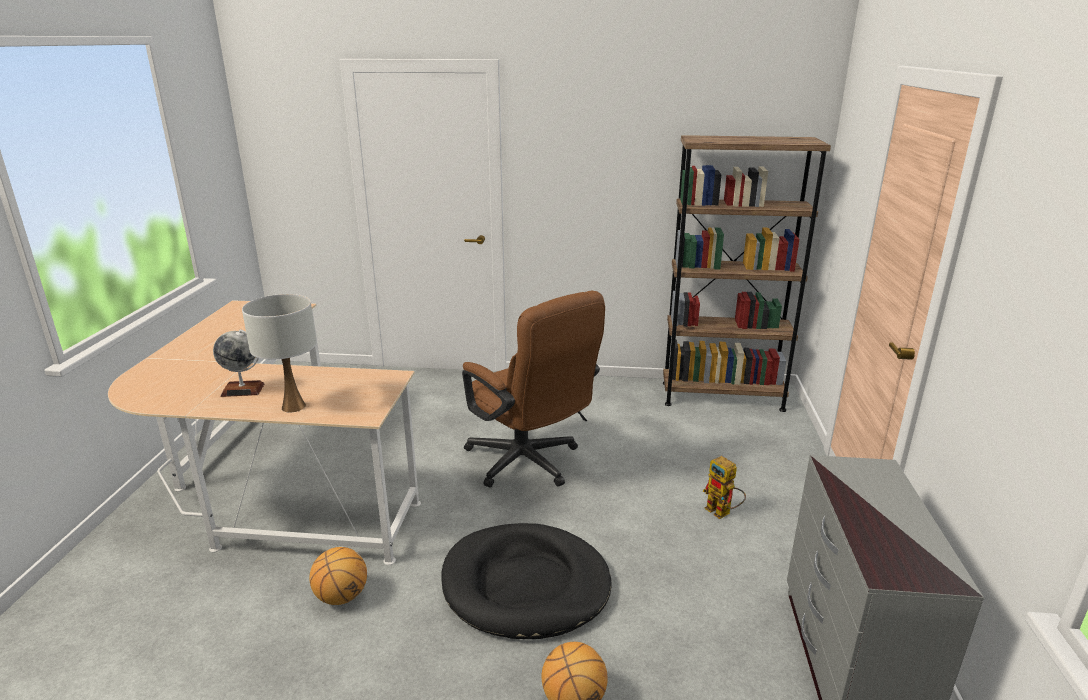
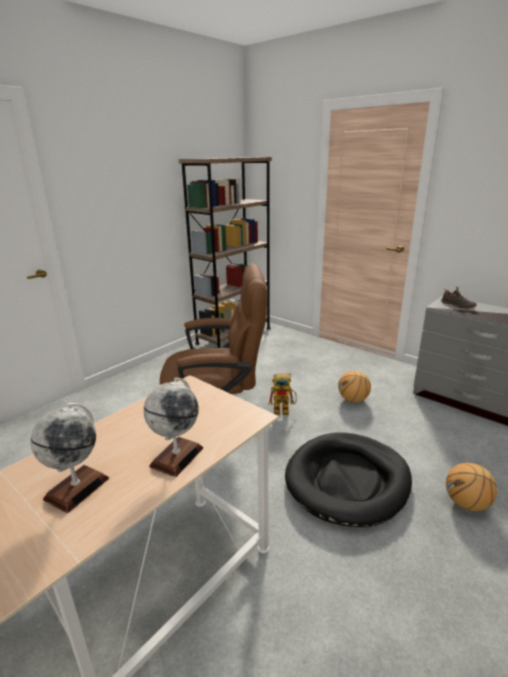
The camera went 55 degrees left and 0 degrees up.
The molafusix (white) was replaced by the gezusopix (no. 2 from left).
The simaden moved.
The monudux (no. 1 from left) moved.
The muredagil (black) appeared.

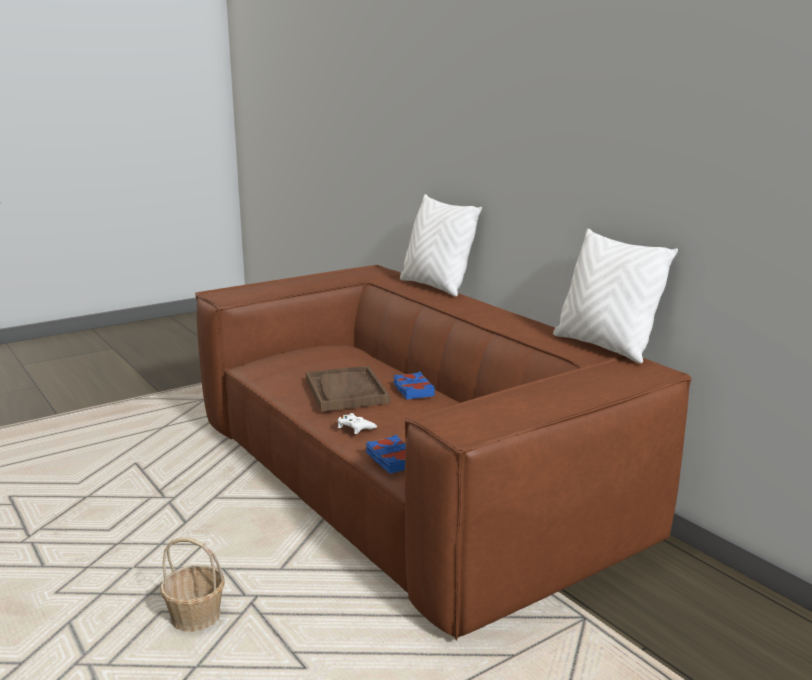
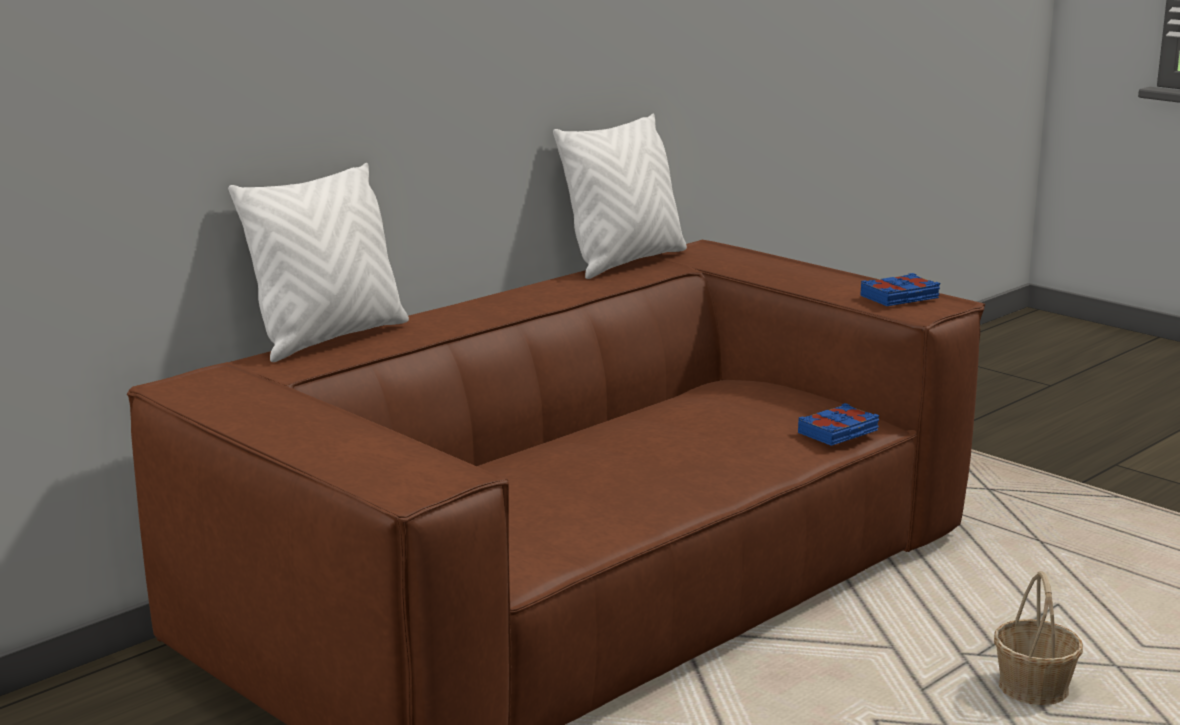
The camera went 100 degrees left and 0 degrees up.
The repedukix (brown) disappeared.
The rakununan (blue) (no. 2 from left) moved.
The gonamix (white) disappeared.

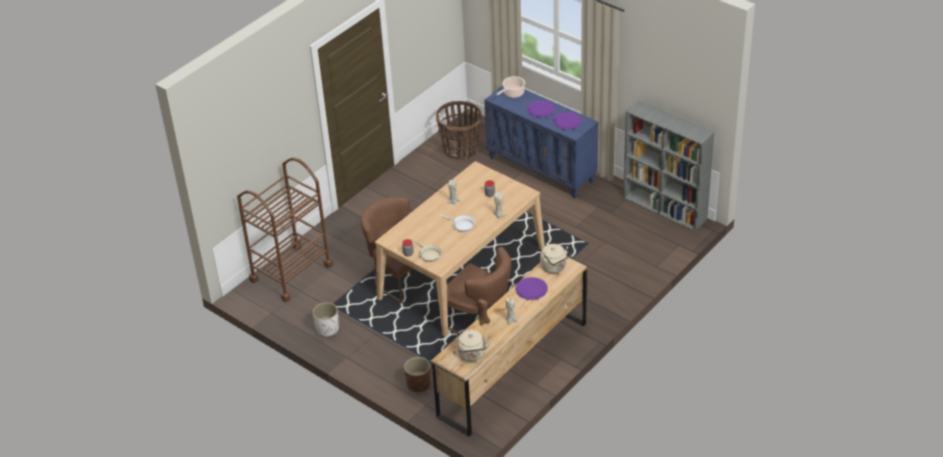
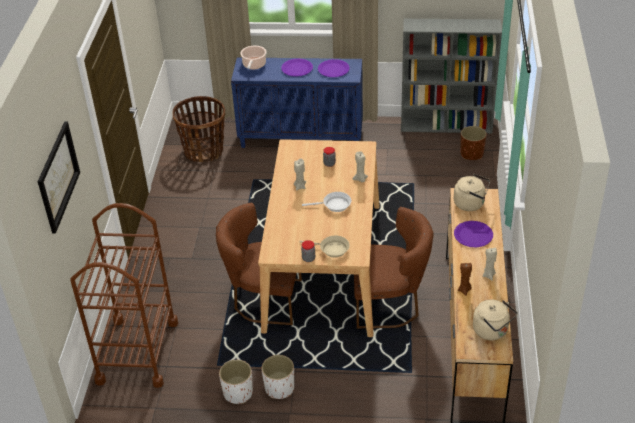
The camera went 35 degrees left and 0 degrees up.
The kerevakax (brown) moved.
The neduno appeared.
The kerevakax (white) (no. 2 from left) appeared.

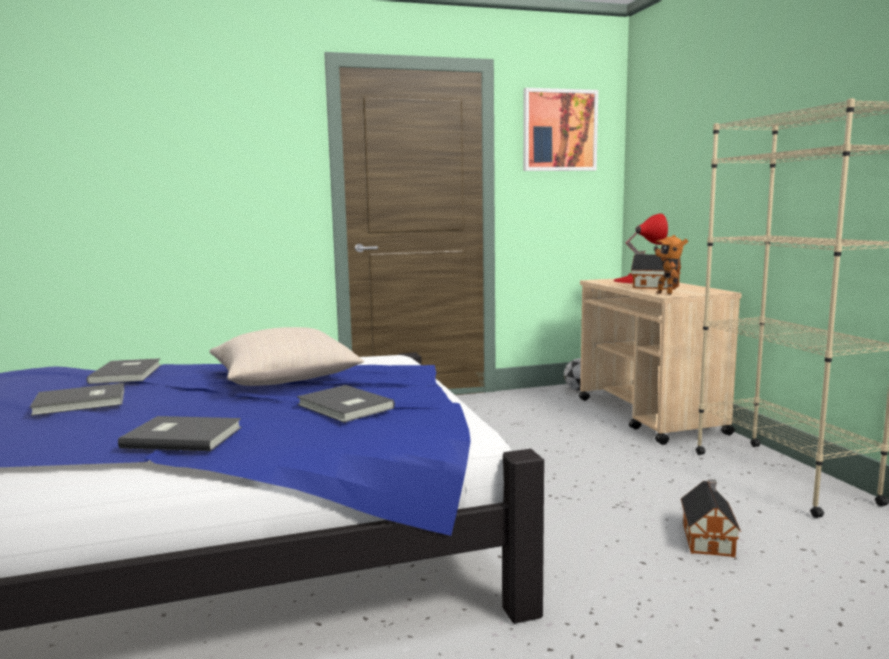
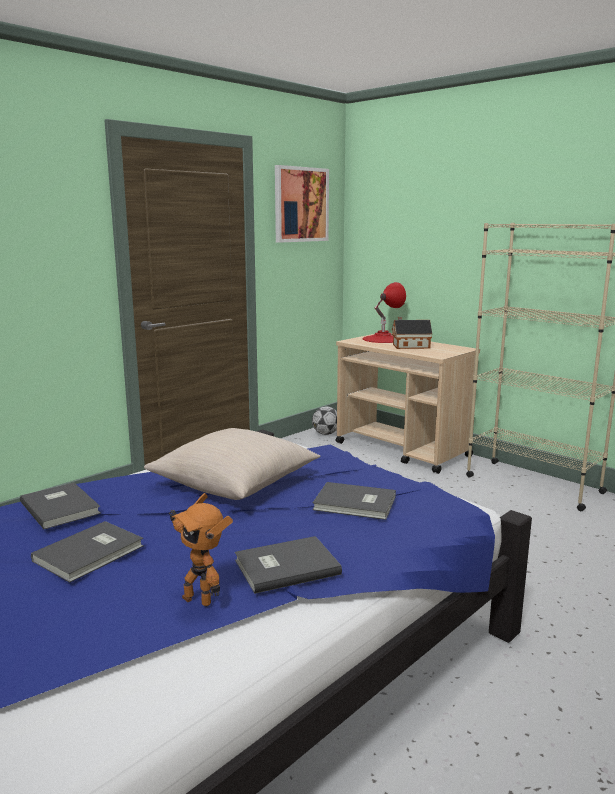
The camera went 30 degrees left and 5 degrees up.
The simaden moved.
The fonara (no. 2 from left) disappeared.

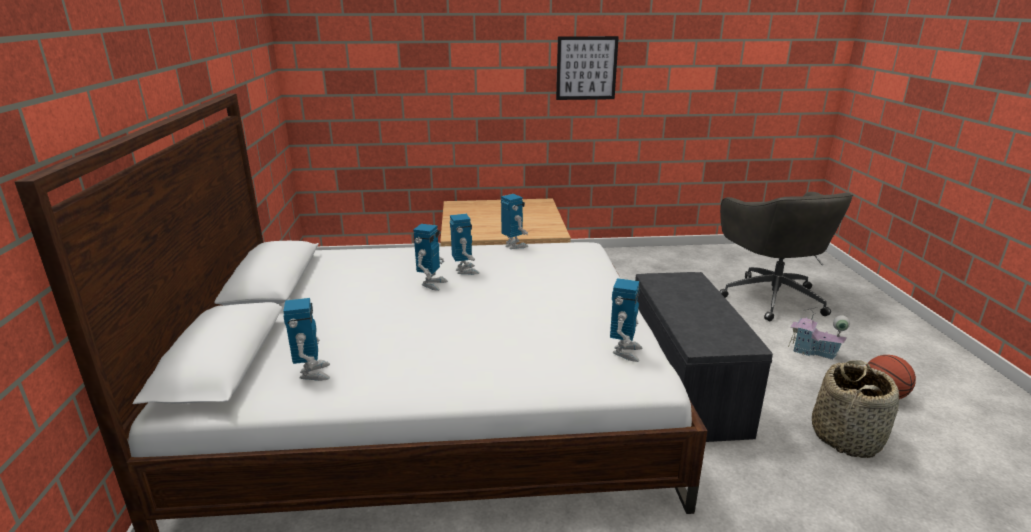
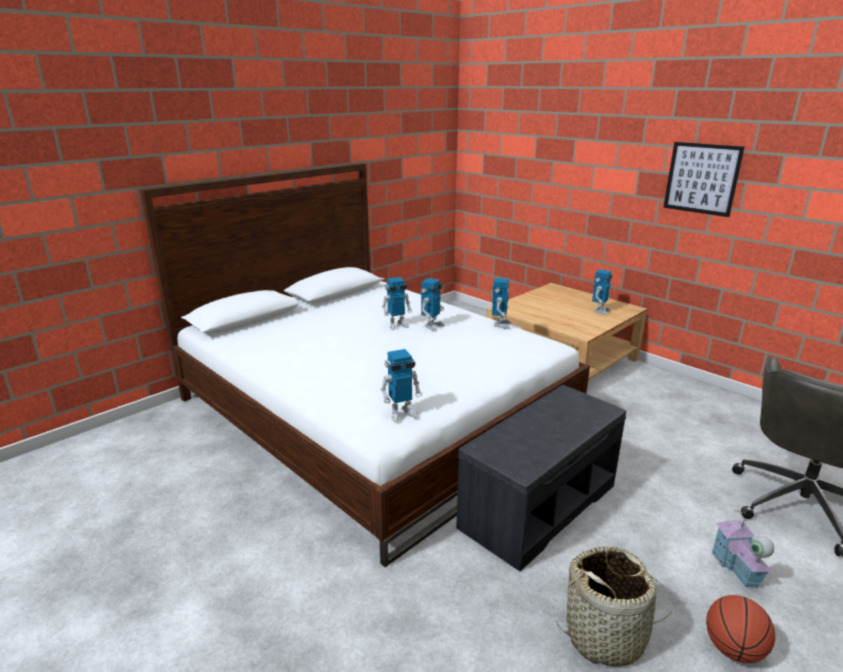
The camera went 50 degrees right and 0 degrees up.
The simaden (no. 1 from left in the first image) moved.

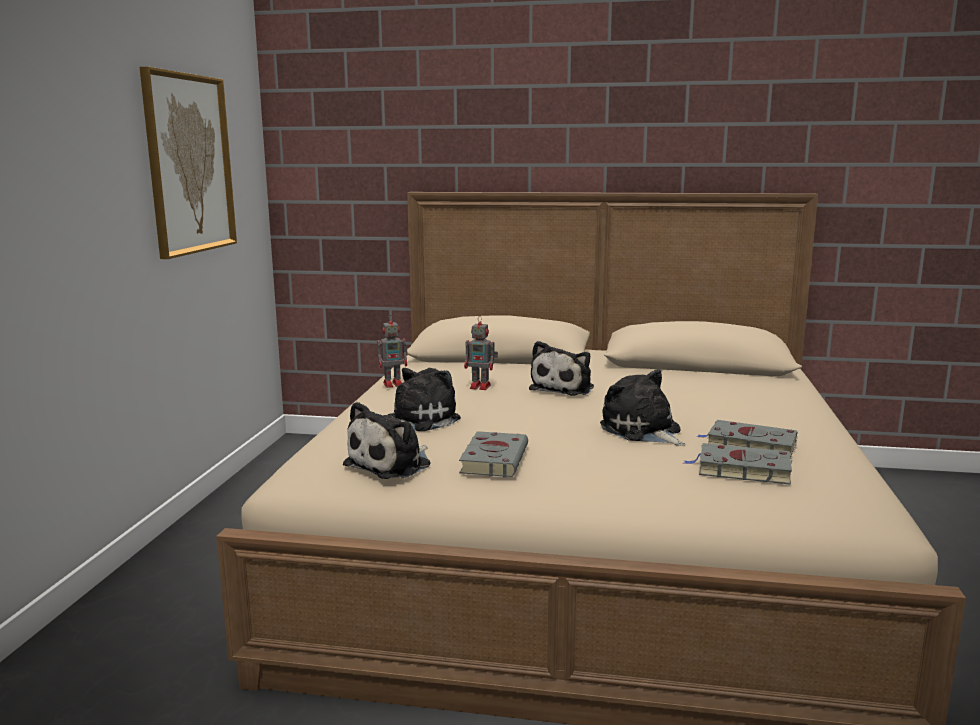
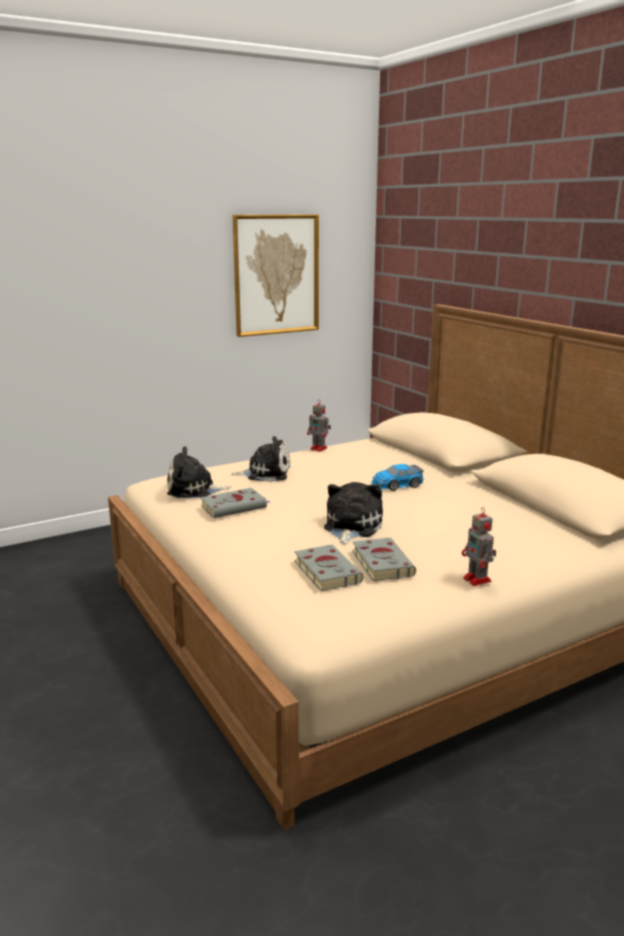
The camera went 50 degrees right and 5 degrees up.
The simaden (no. 2 from left) moved.
The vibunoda (no. 3 from left) was replaced by the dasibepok.

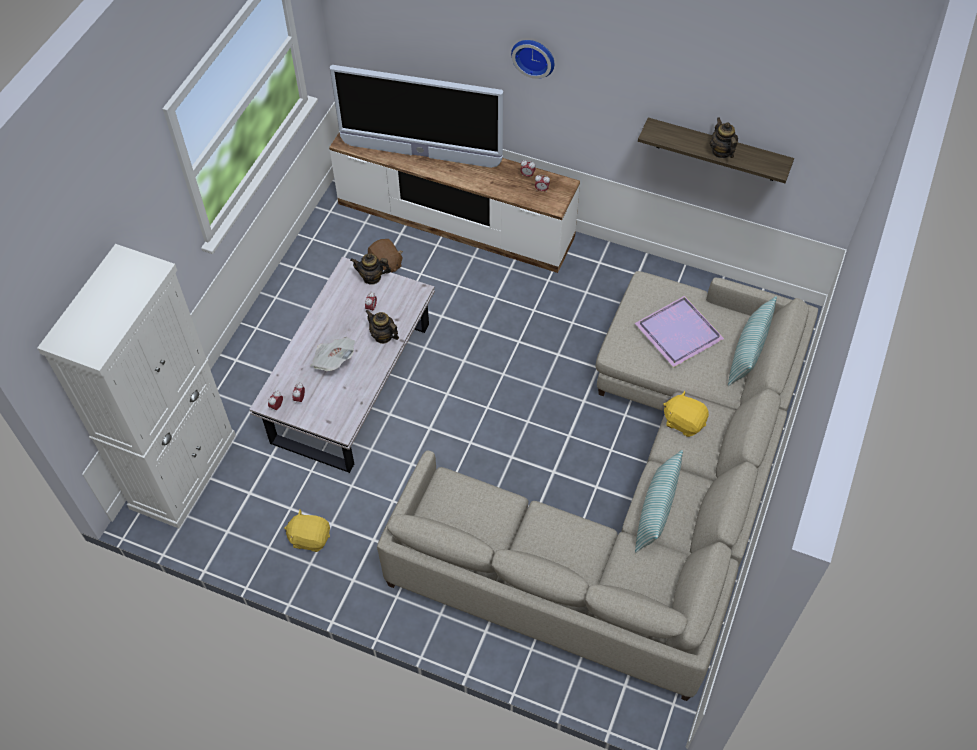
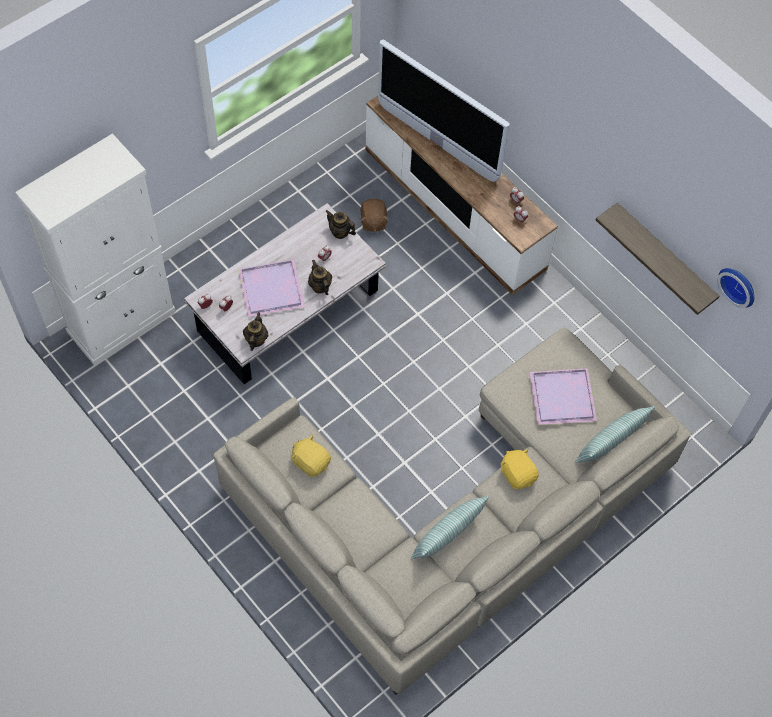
The camera went 25 degrees right and 5 degrees up.
The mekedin moved.
The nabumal (no. 3 from left in the first image) moved.
The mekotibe was replaced by the repedukix (purple) (no. 1 from left).
The vibunoda (yellow) (no. 1 from left) moved.

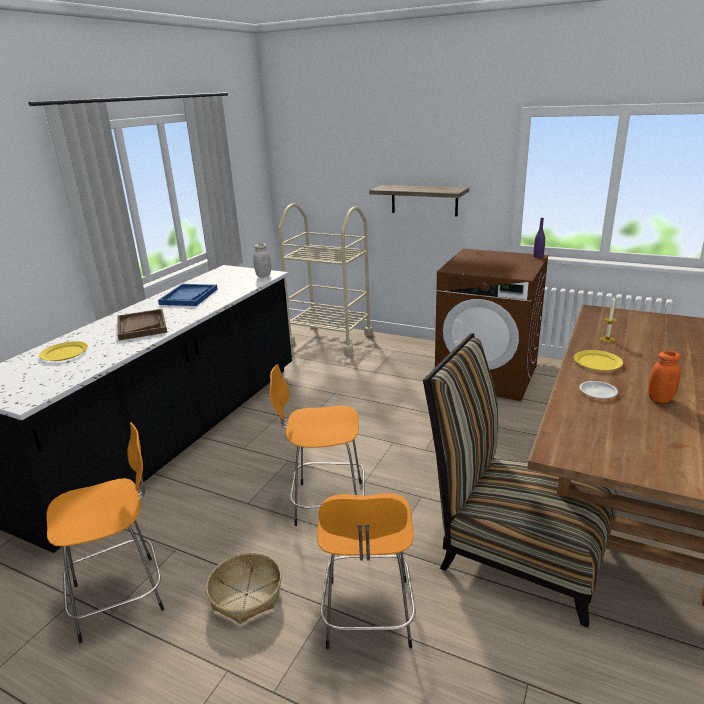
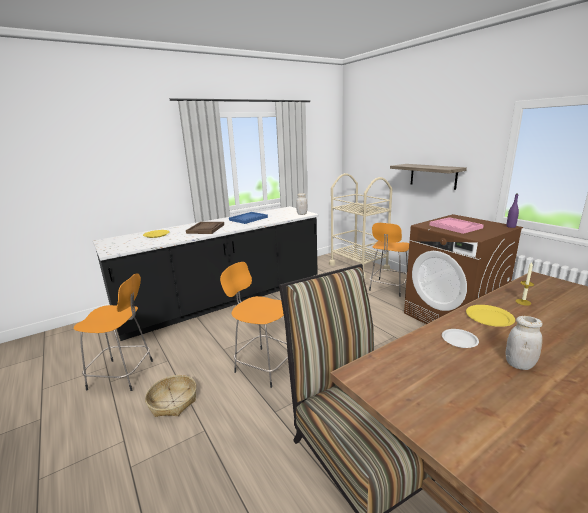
The camera went 30 degrees right and 5 degrees down.
The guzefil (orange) became the guzefil (white) (no. 2 from left).
The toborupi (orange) (no. 3 from left) moved.
The repedukix (pink) appeared.

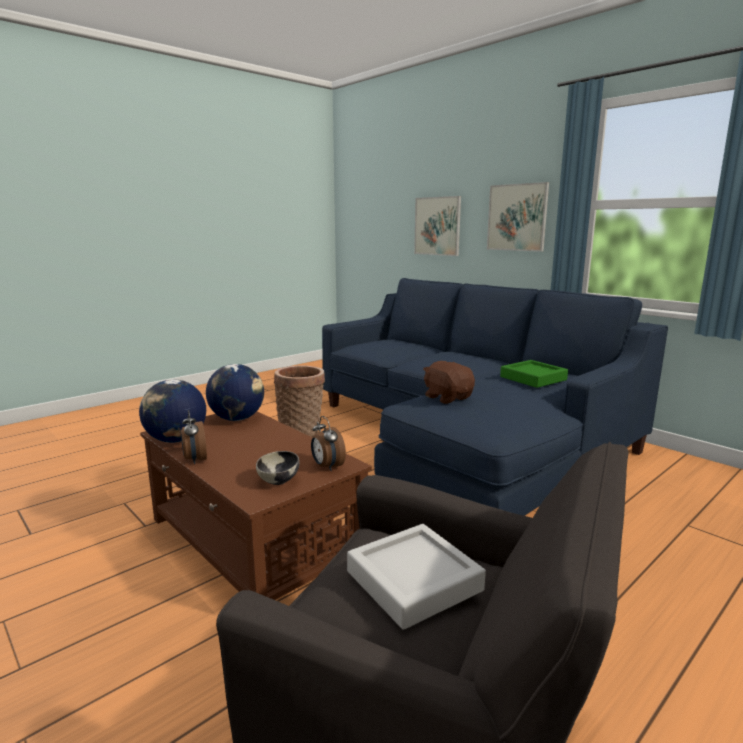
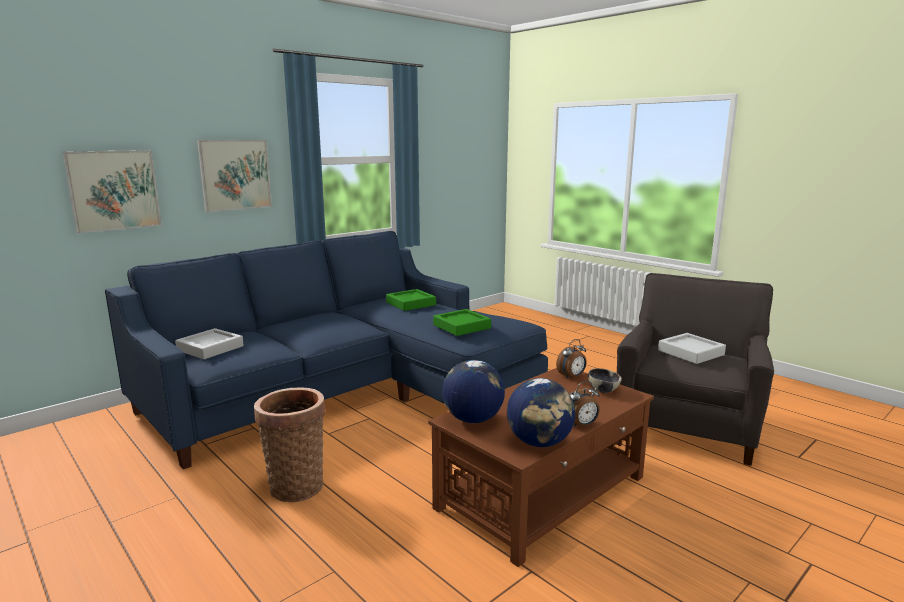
The camera went 90 degrees left and 0 degrees up.
The vibunoda (brown) was replaced by the repedukix (green) (no. 2 from left).
The repedukix (grey) (no. 1 from left) appeared.

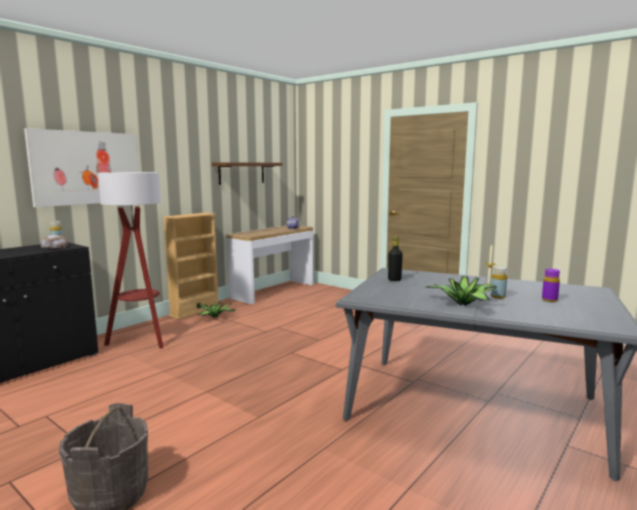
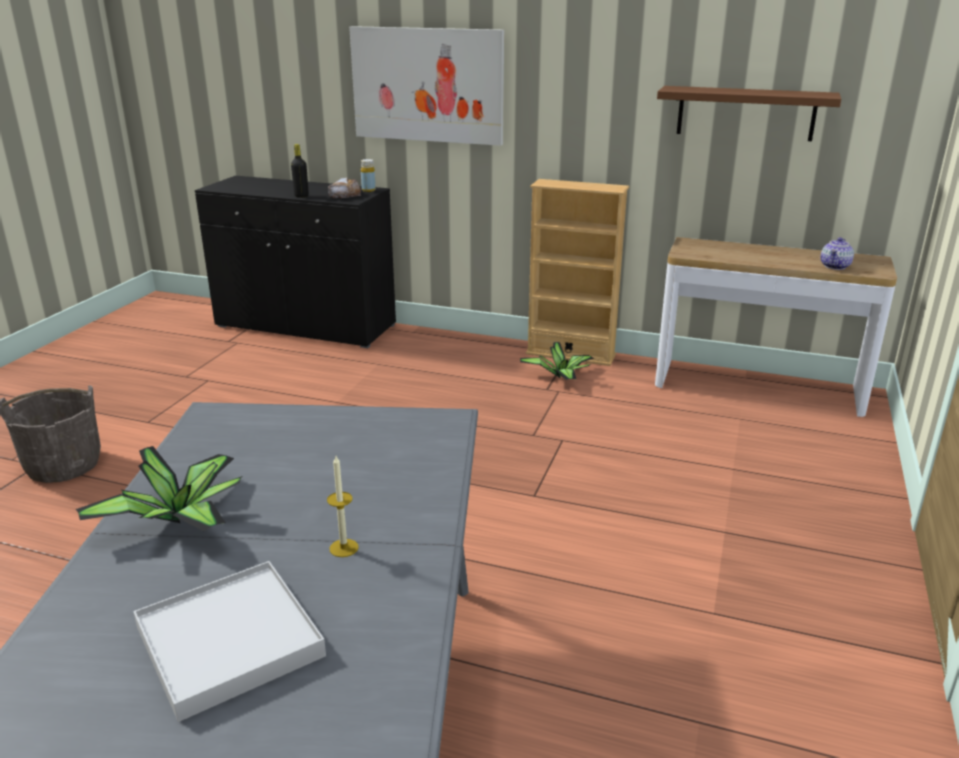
The camera went 70 degrees right and 15 degrees up.
The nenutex disappeared.
The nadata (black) moved.
The nadata (yellow) (no. 2 from left) disappeared.
The nadata (purple) was replaced by the repedukix (white).

